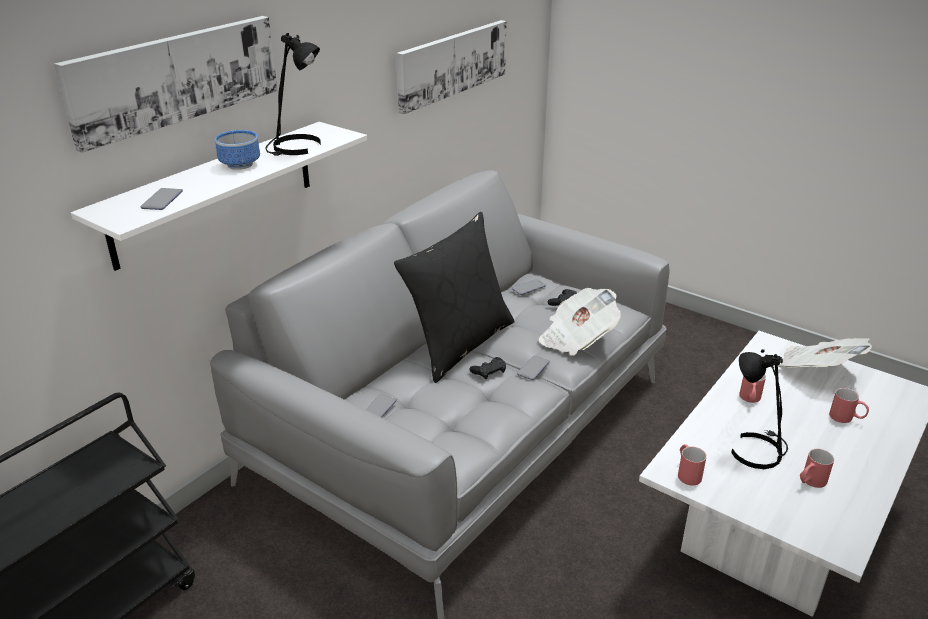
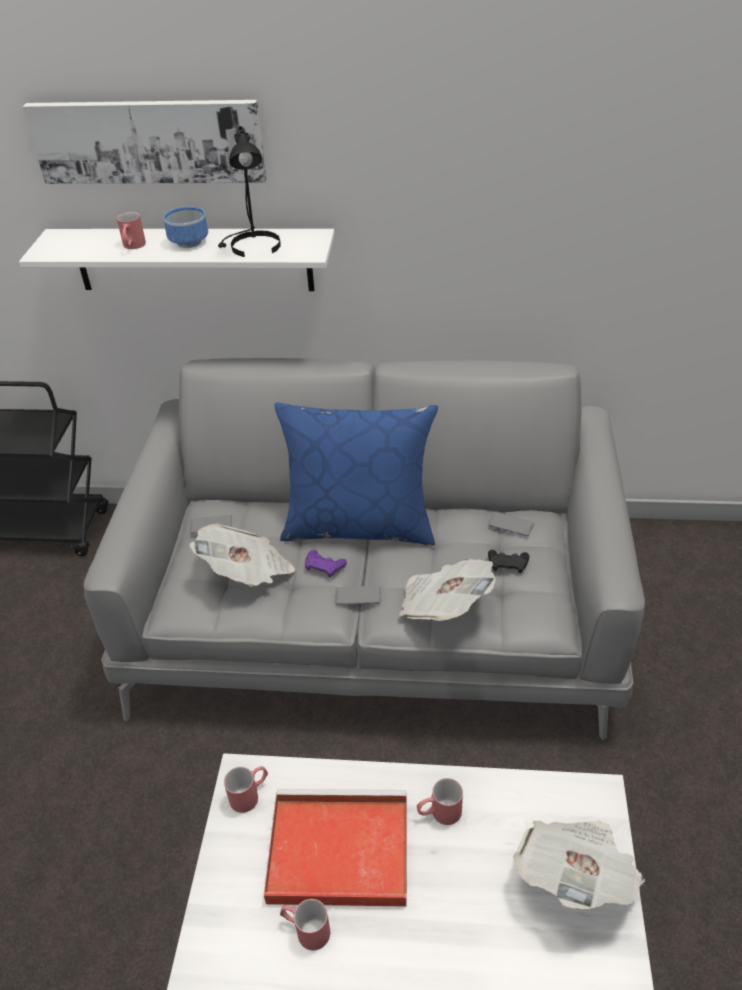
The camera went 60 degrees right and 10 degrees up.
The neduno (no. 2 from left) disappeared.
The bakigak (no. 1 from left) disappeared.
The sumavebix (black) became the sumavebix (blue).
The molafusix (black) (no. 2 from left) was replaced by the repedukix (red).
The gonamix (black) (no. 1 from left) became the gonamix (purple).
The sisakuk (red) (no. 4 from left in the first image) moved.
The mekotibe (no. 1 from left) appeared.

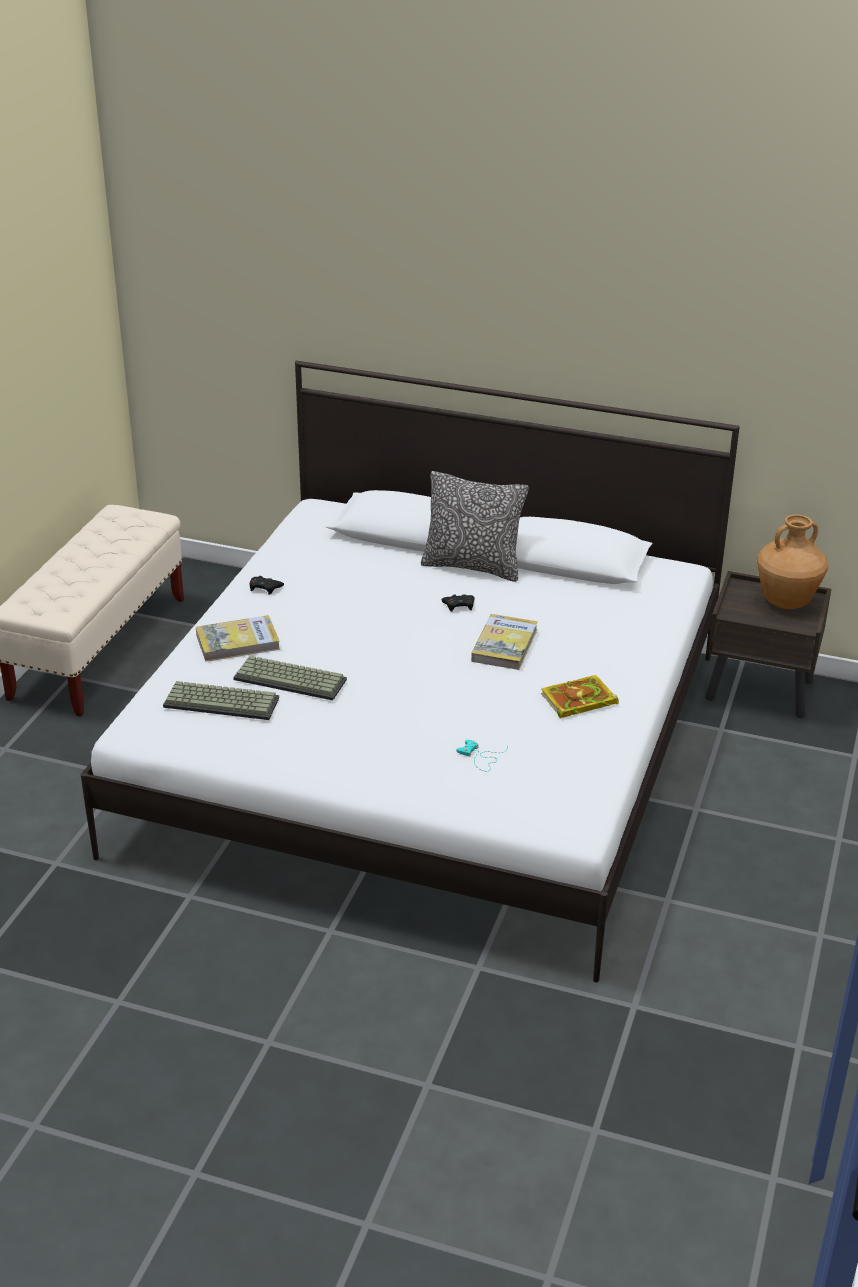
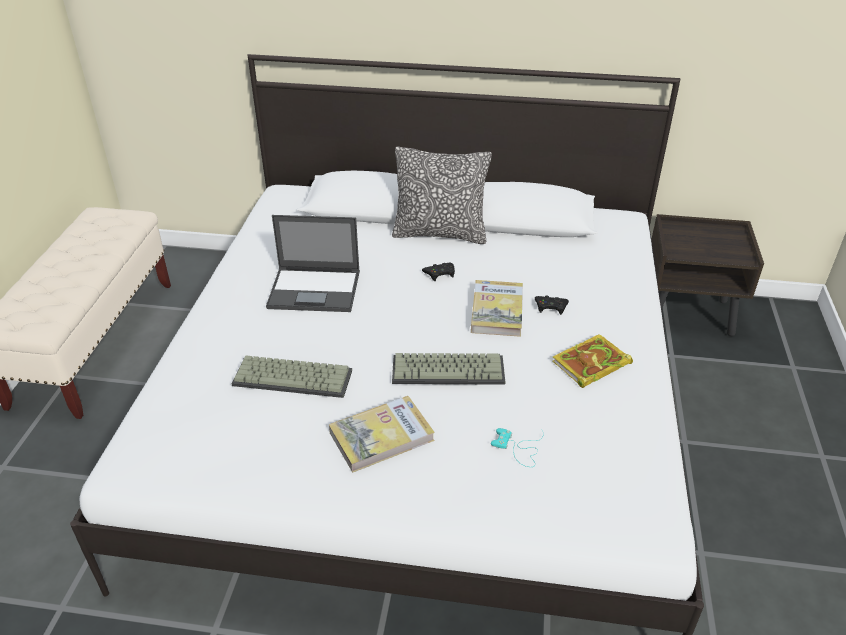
The camera went 10 degrees left and 5 degrees up.
The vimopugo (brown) disappeared.
The gonamix (black) (no. 1 from left in the first image) moved.
The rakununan (no. 1 from left) moved.
The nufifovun (no. 1 from left in the first image) moved.
The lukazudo appeared.

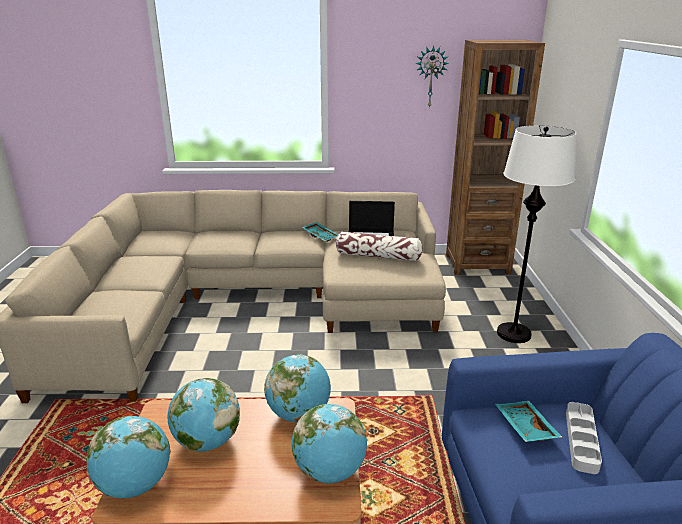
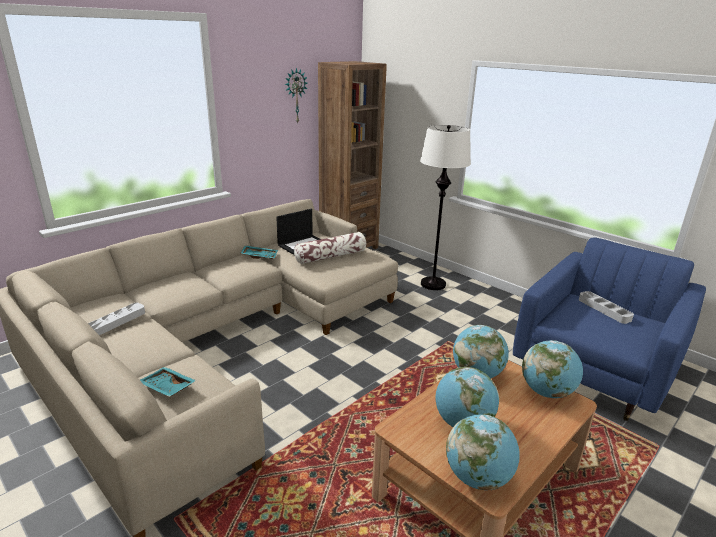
The camera went 45 degrees left and 0 degrees up.
The repedukix (turquoise) (no. 2 from left in the first image) moved.
The repedukix (grey) (no. 1 from left) appeared.

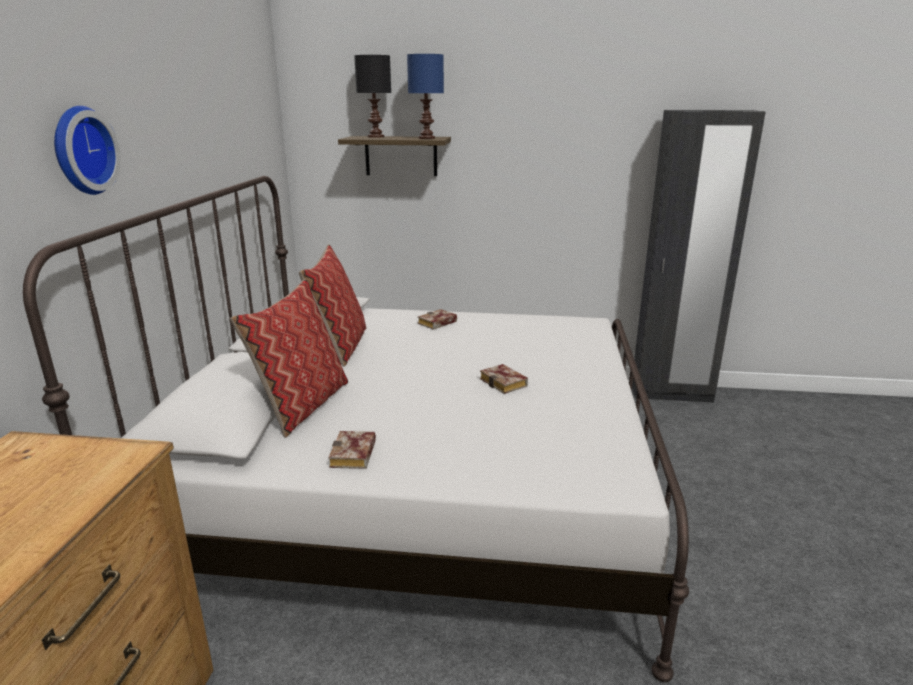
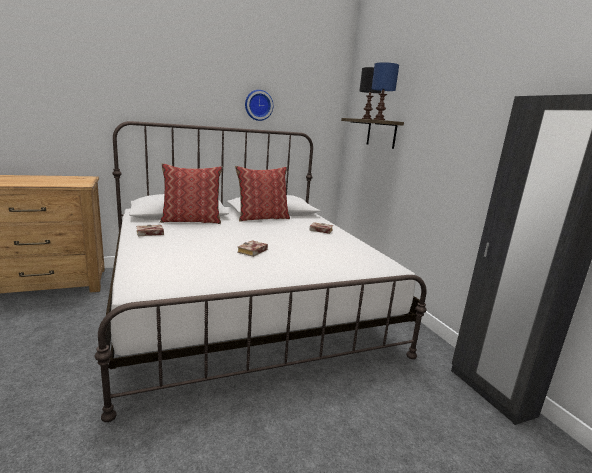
The camera went 60 degrees right and 5 degrees down.
The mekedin moved.

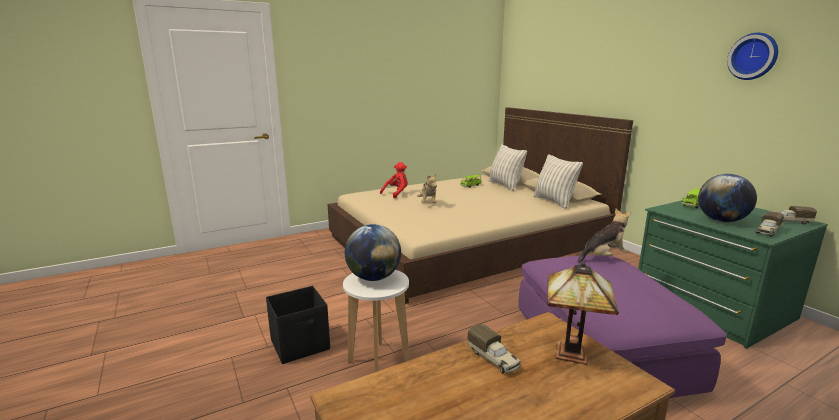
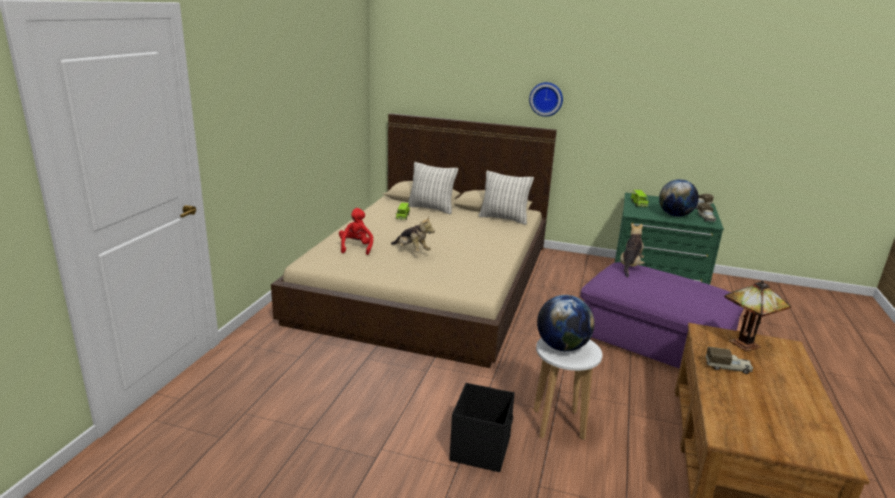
The camera went 45 degrees left and 5 degrees up.
The mekedin moved.

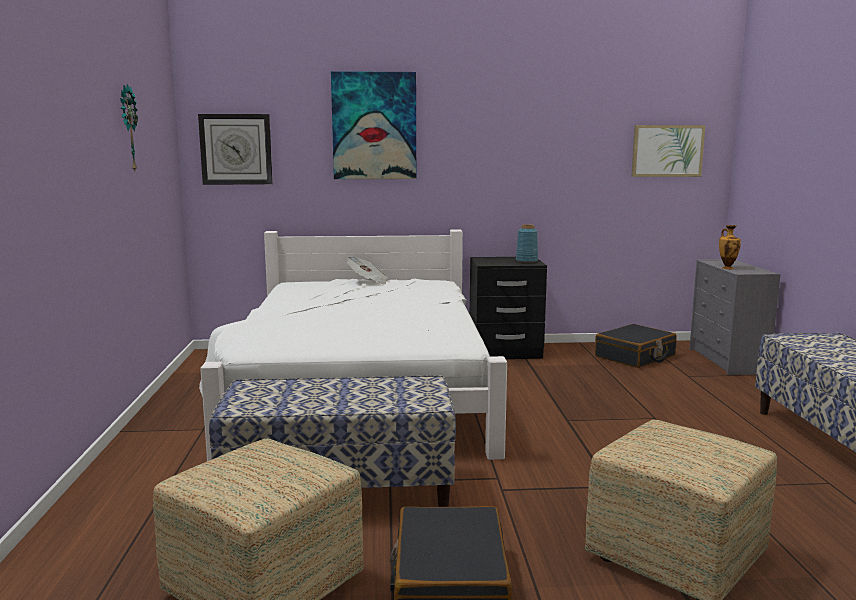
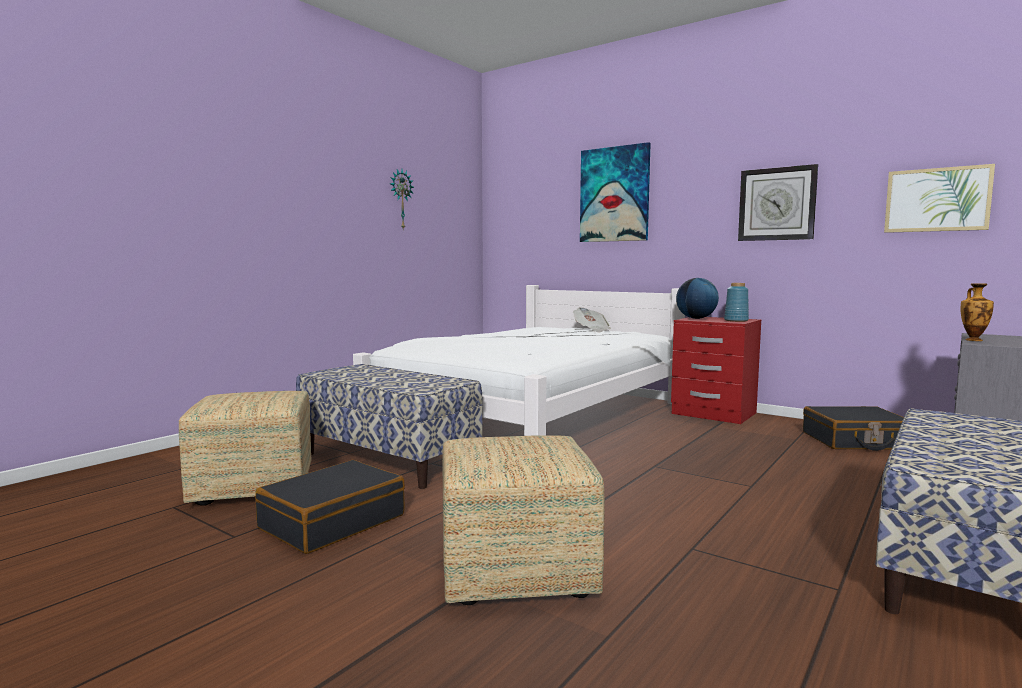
The camera went 40 degrees right and 5 degrees down.
The mekedin (no. 2 from left) moved.
The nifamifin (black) became the nifamifin (red).
The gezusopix appeared.

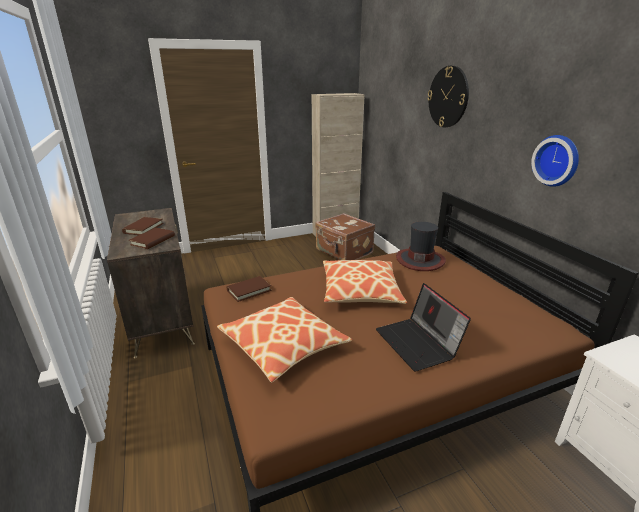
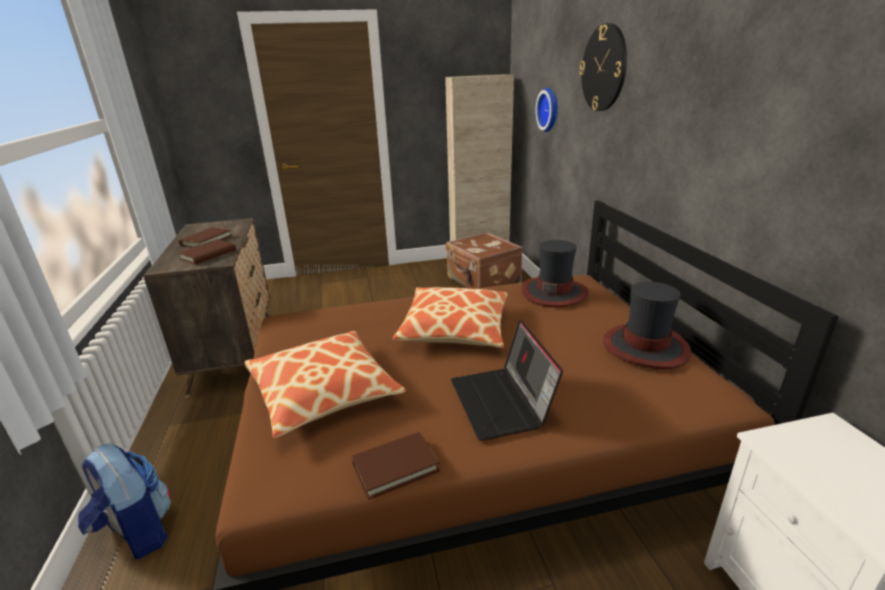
The camera went 10 degrees right and 0 degrees up.
The mekedin (no. 2 from left in the first image) moved.
The rakununan (brown) (no. 3 from left) moved.
The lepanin (no. 2 from left) appeared.
The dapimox appeared.

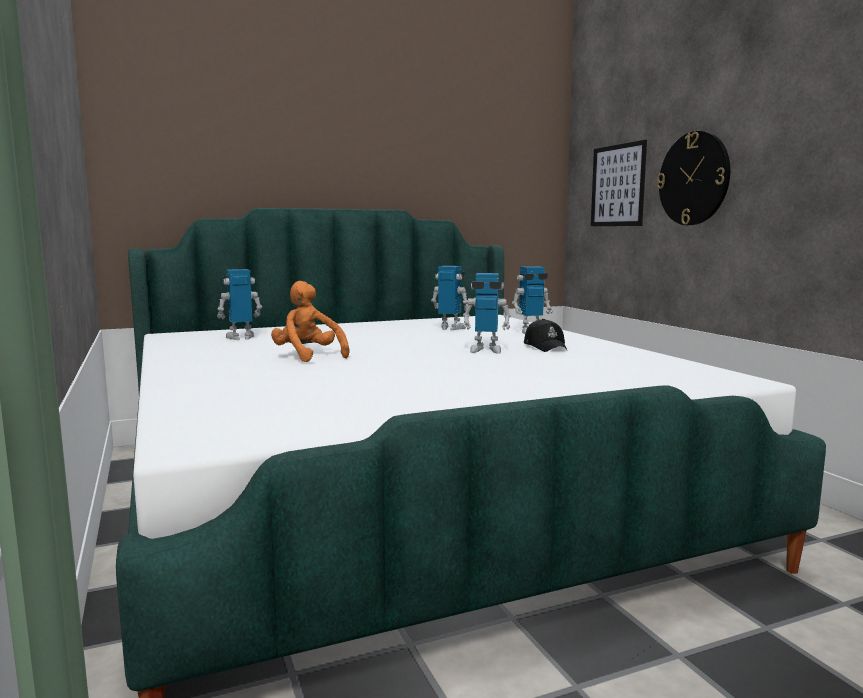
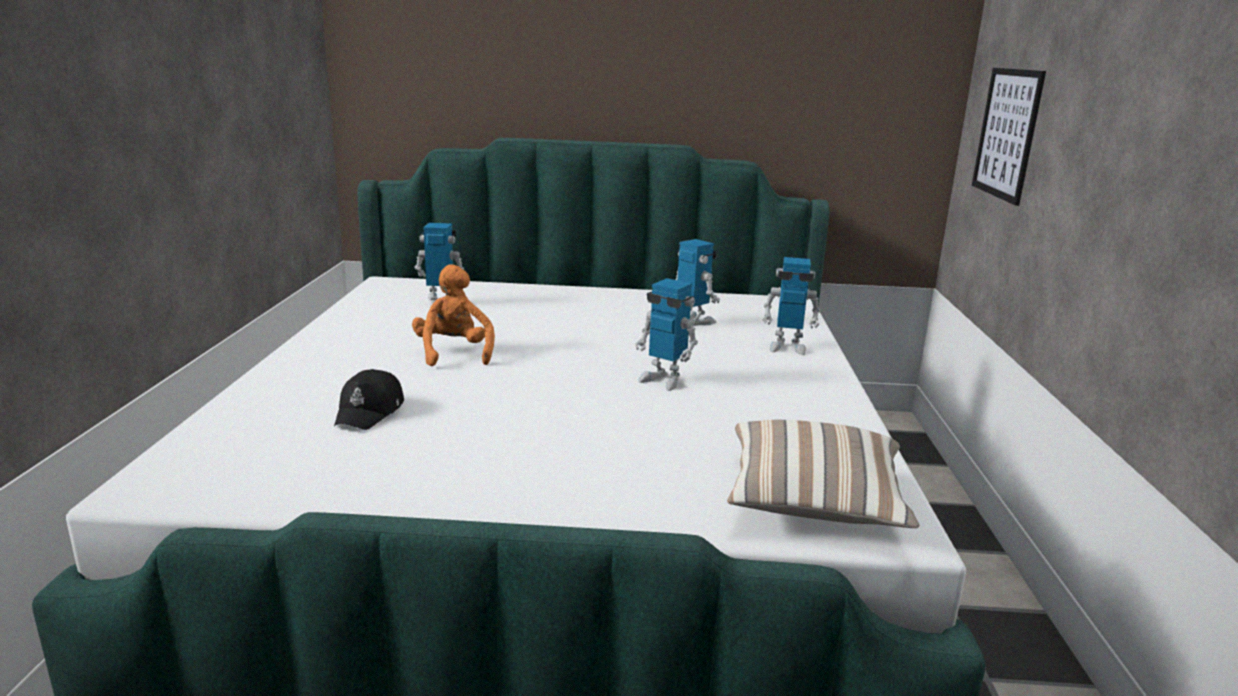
The camera went 25 degrees right and 10 degrees up.
The mekedin disappeared.
The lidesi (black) moved.
The sumavebix appeared.

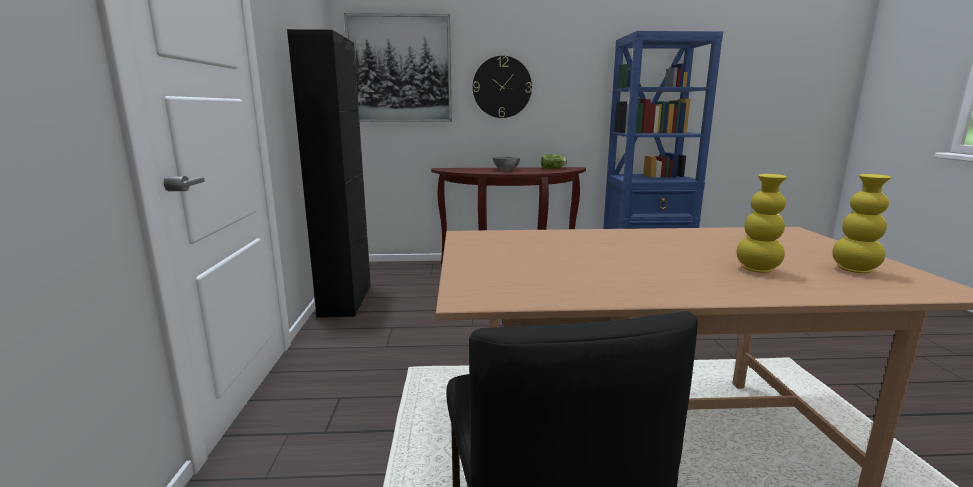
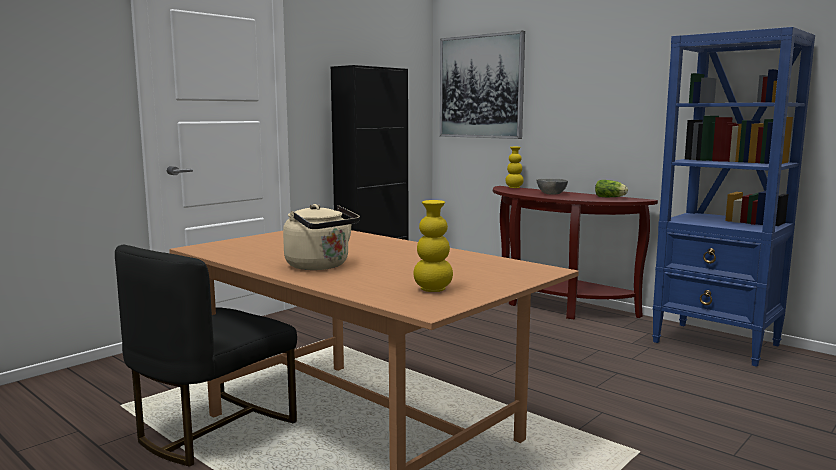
The camera went 45 degrees right and 5 degrees down.
The mekedin disappeared.
The vimopugo (yellow) (no. 1 from left in the first image) moved.
The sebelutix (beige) appeared.

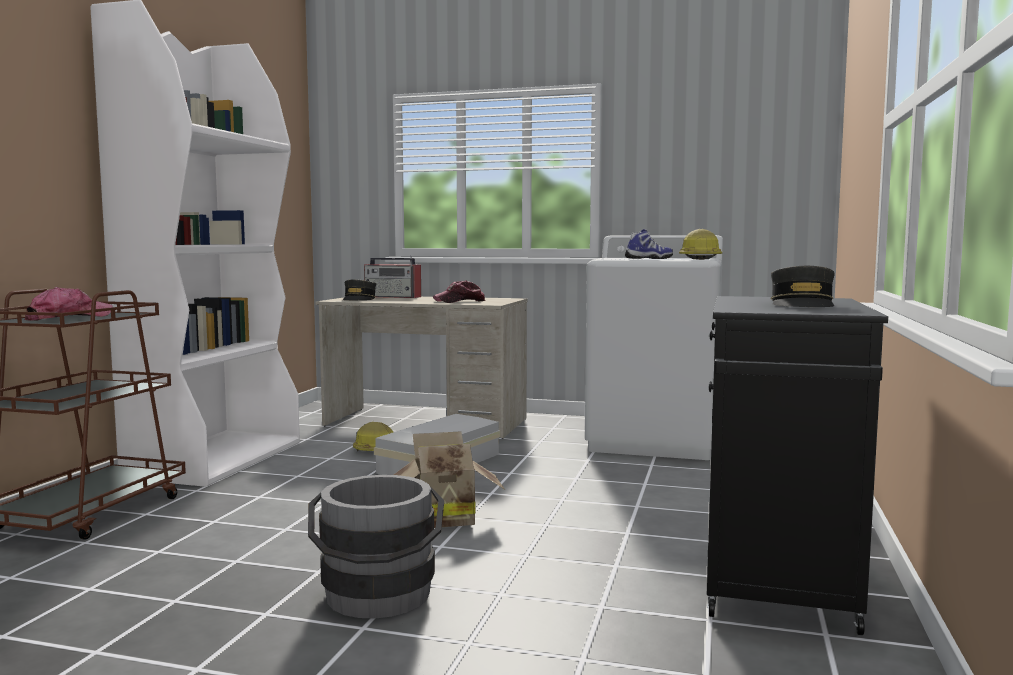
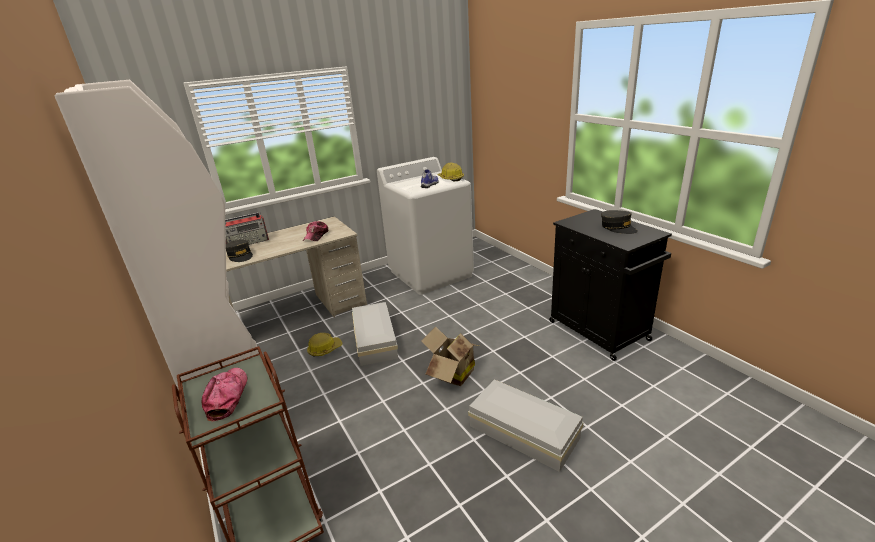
The camera went 45 degrees left and 20 degrees up.
The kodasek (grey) was replaced by the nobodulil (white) (no. 2 from left).

